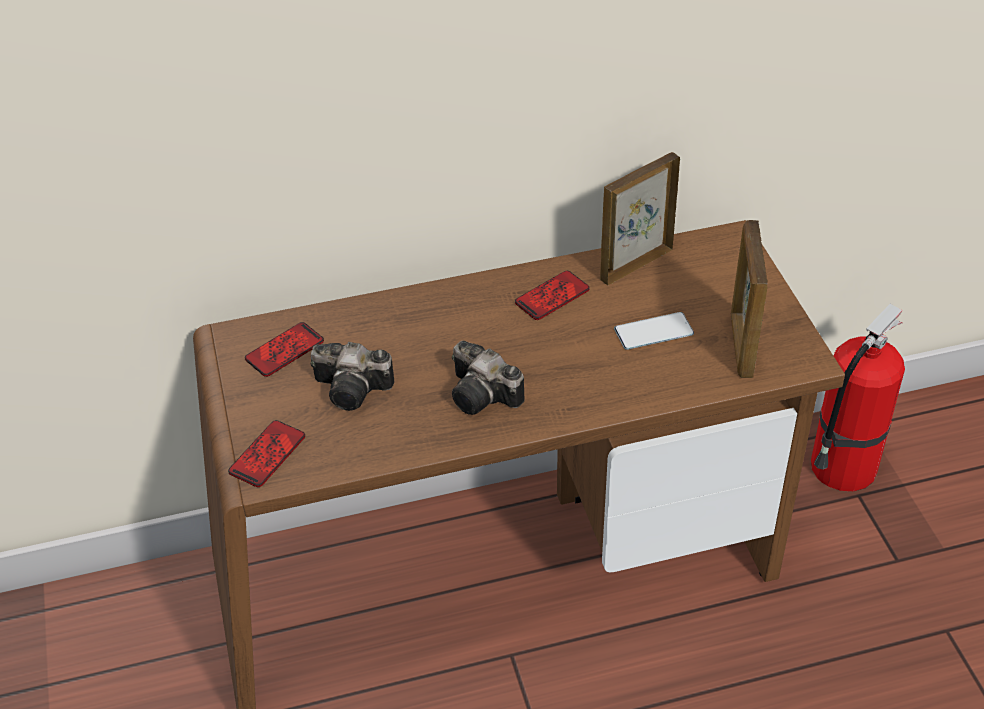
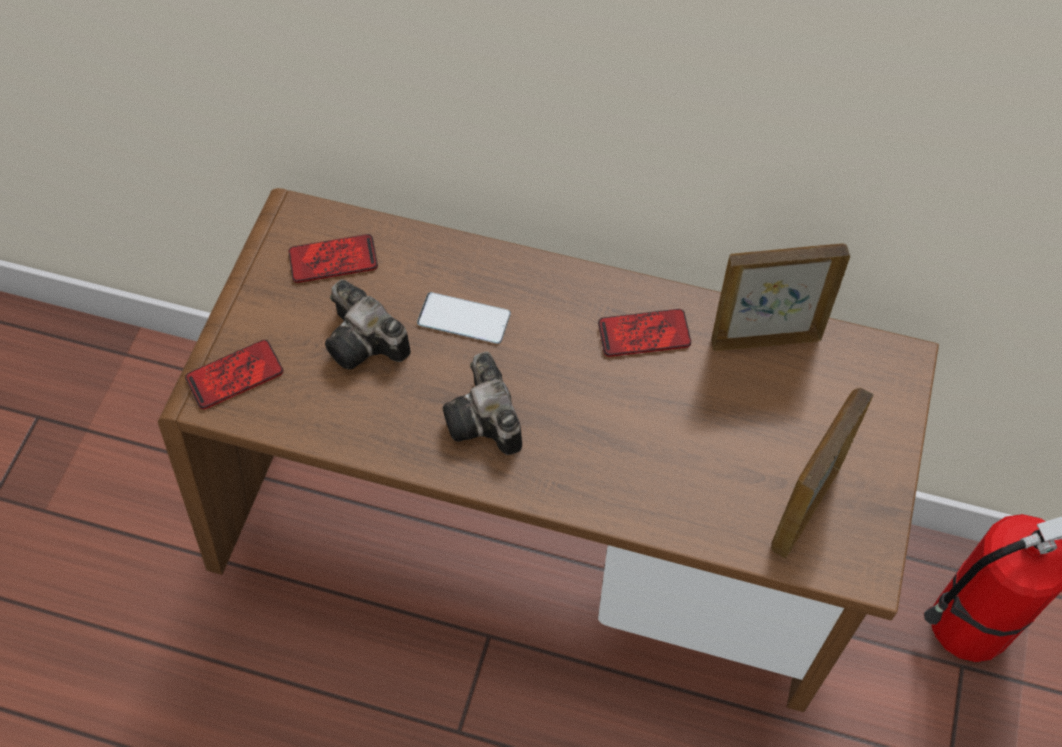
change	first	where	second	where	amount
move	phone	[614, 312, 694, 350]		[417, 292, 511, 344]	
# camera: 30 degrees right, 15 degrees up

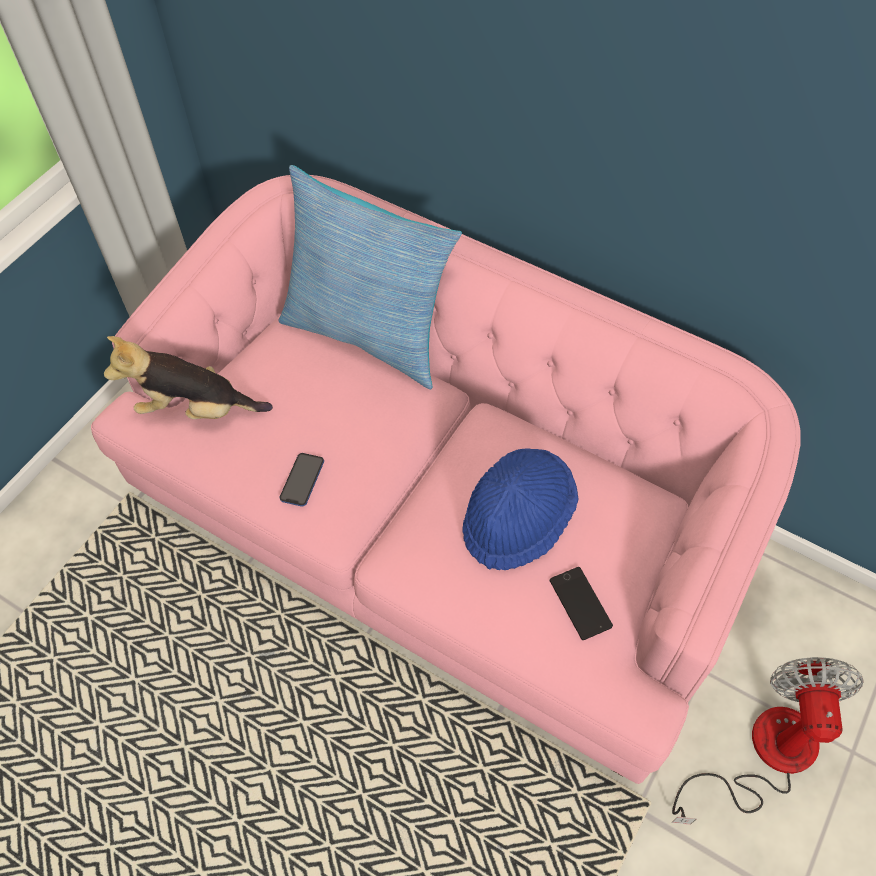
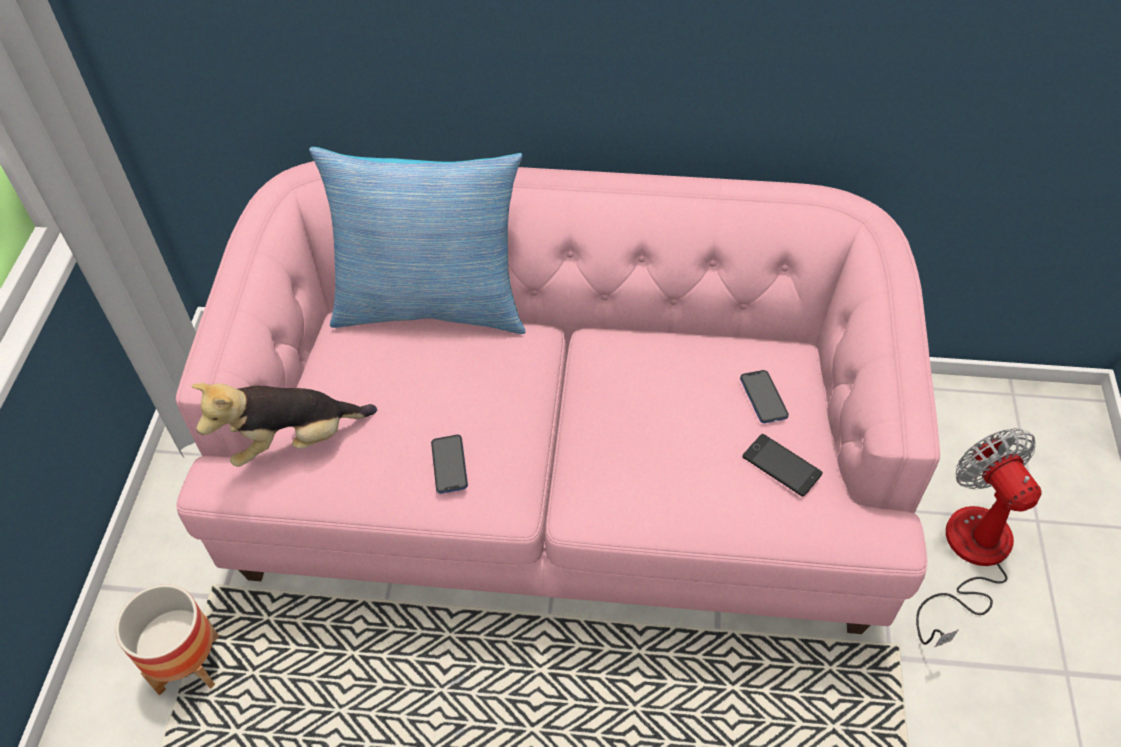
change	first	where	second	where	amount
insert			plant pot	[116, 584, 219, 695]	
insert			phone	[740, 370, 789, 423]	
delete	blue wearable hat	[463, 449, 578, 570]			
# camera: 25 degrees left, 5 degrees down

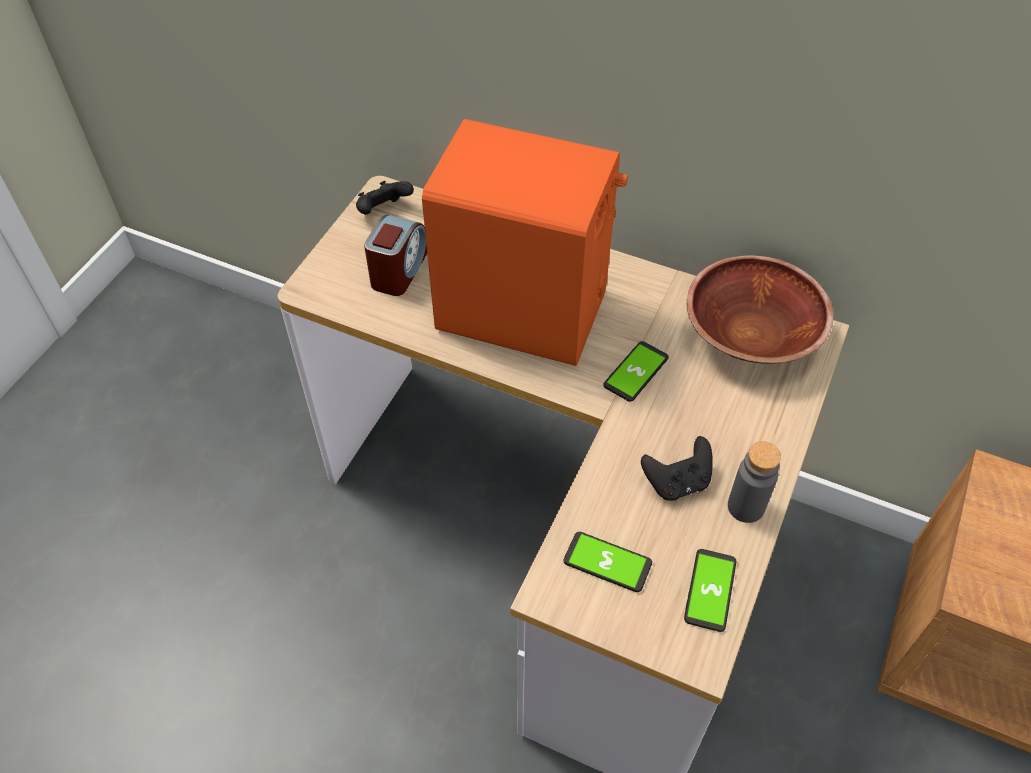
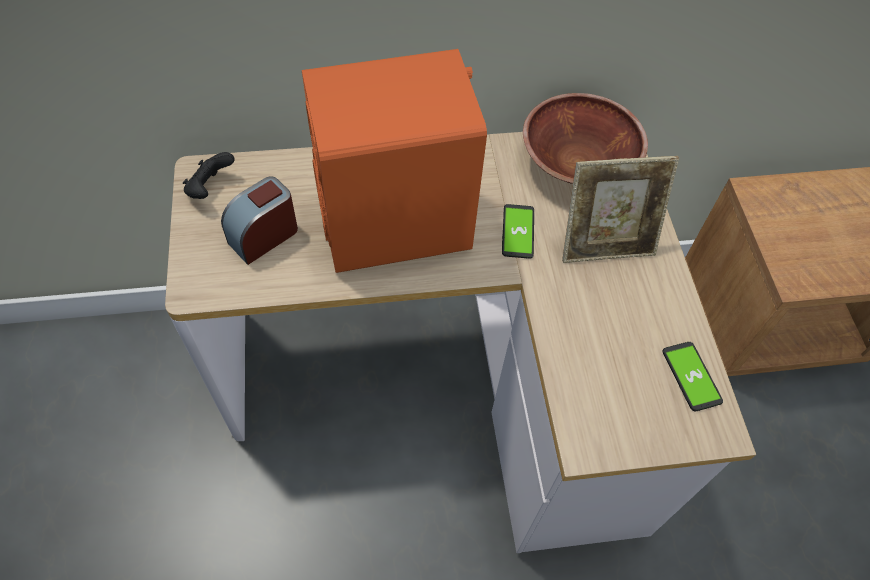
change	first	where	second	where	amount
rotate	table clock	[364, 215, 427, 296]		[221, 177, 298, 265]	120 degrees counterclockwise
insert			standing frame	[562, 156, 679, 263]	
delete	phone	[563, 532, 652, 592]			
delete	black-coloured joypad	[641, 436, 713, 501]			
delete	gray beverage bottle	[728, 441, 781, 523]			
# camera: 35 degrees left, 5 degrees up

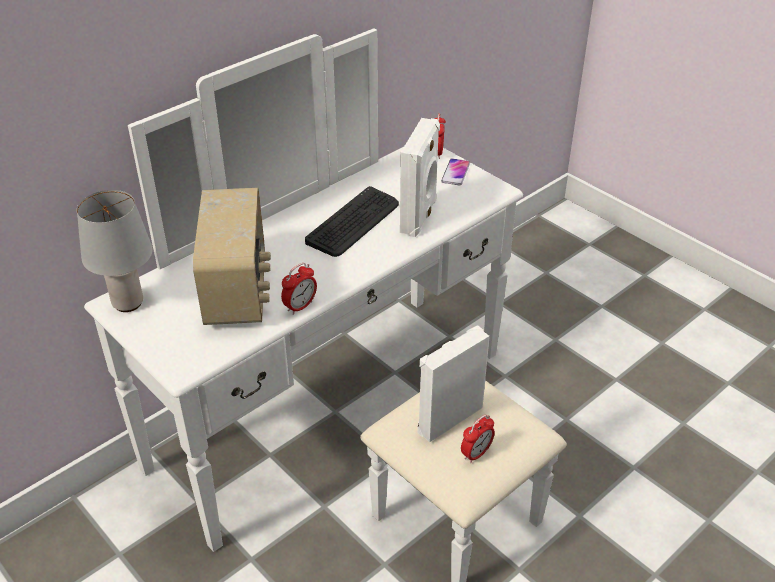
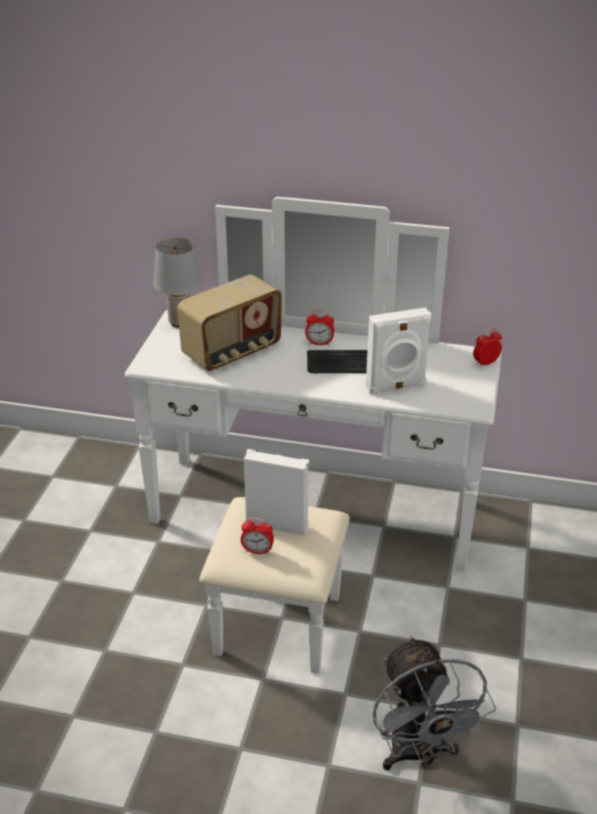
change	first	where	second	where	amount
move	table clock	[281, 263, 317, 315]		[305, 310, 334, 346]	
insert			gray cooling fan	[373, 636, 496, 770]	
delete	phone	[441, 158, 470, 185]			
# camera: 55 degrees right, 5 degrees down

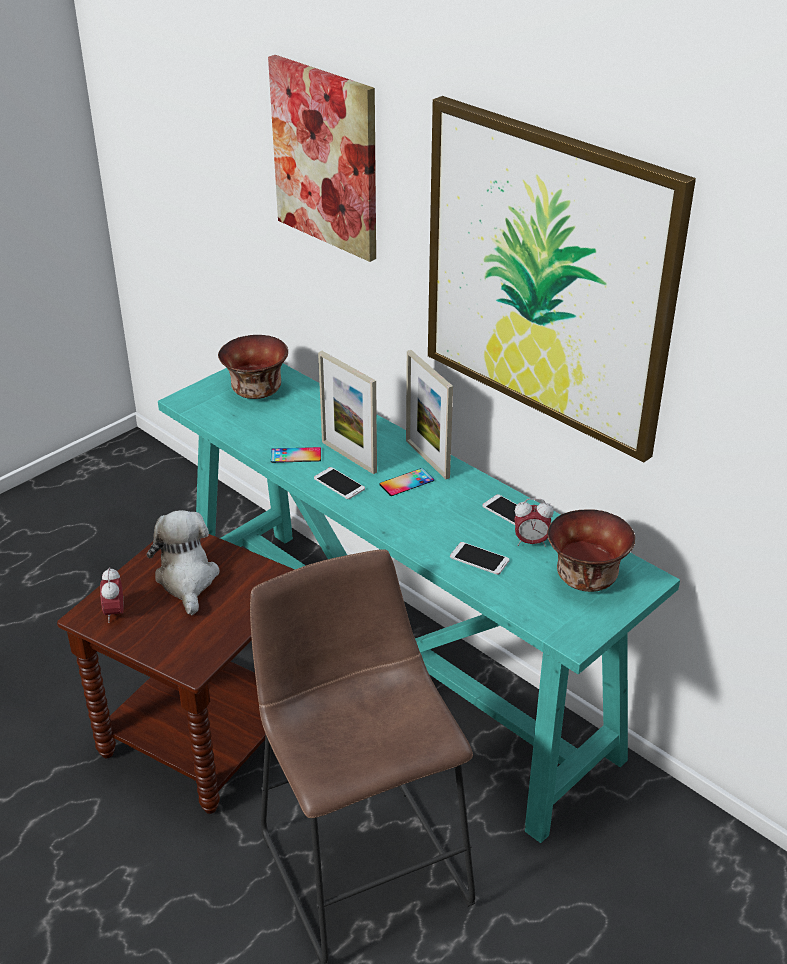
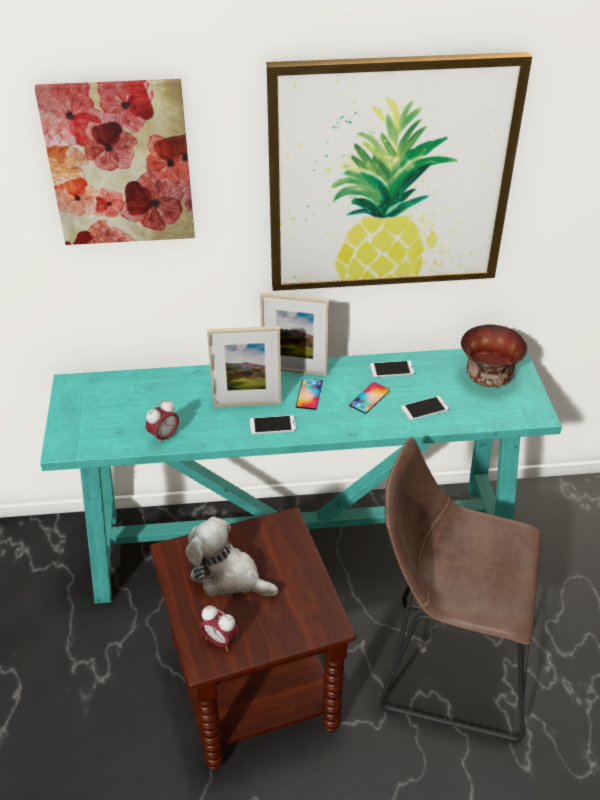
change	first	where	second	where	amount
move	table clock	[514, 498, 554, 547]		[146, 400, 179, 445]	
move	phone	[271, 447, 321, 463]		[349, 382, 390, 414]	
delete	serving bowl	[218, 335, 288, 399]			
# camera: 50 degrees left, 5 degrees up

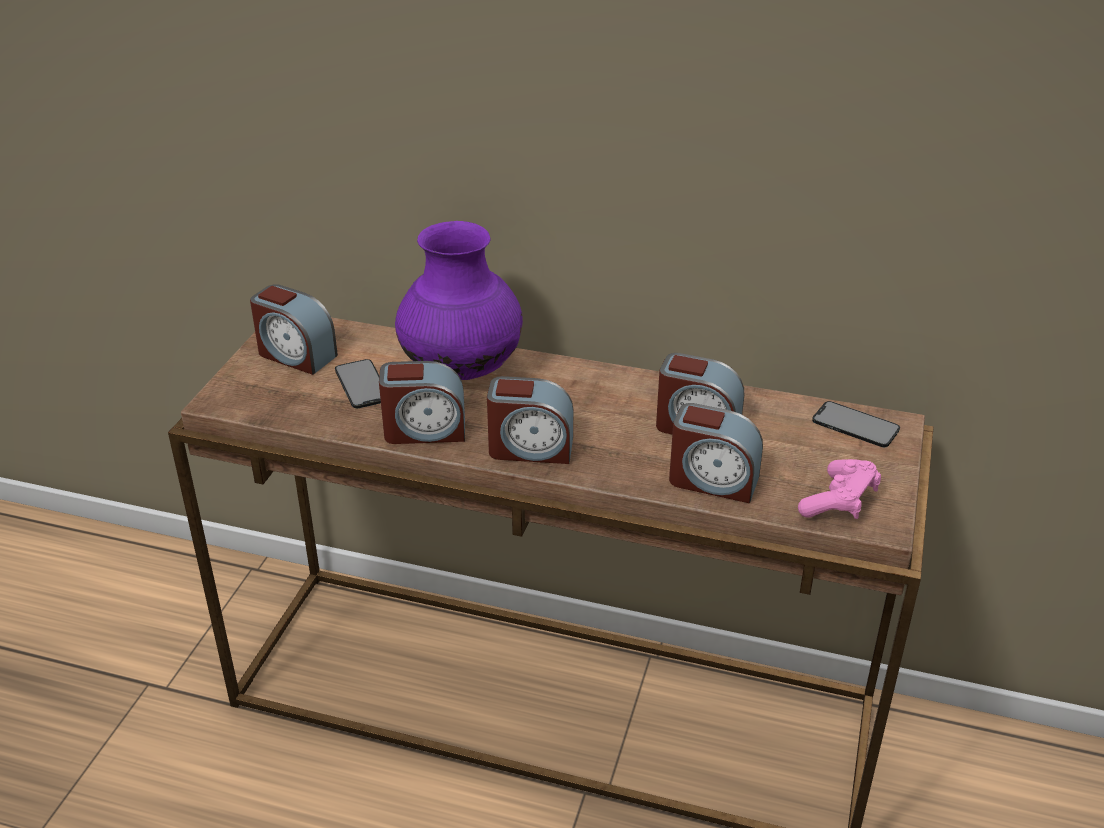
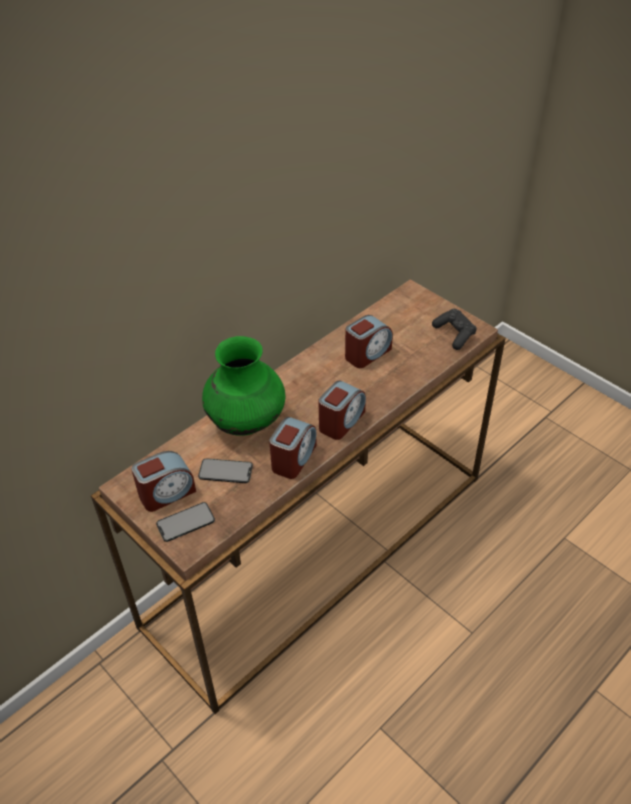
change	first	where	second	where	amount
move	phone	[812, 401, 900, 447]		[156, 502, 215, 542]	
recolor	purple-coloured decorative vase	[395, 221, 523, 380]	green decorative vase	[202, 336, 285, 436]	
recolor	pink joypad	[798, 459, 881, 519]	black-coloured joypad	[432, 309, 477, 350]	
delete	table clock	[669, 403, 763, 503]			
# camera: 60 degrees left, 10 degrees up

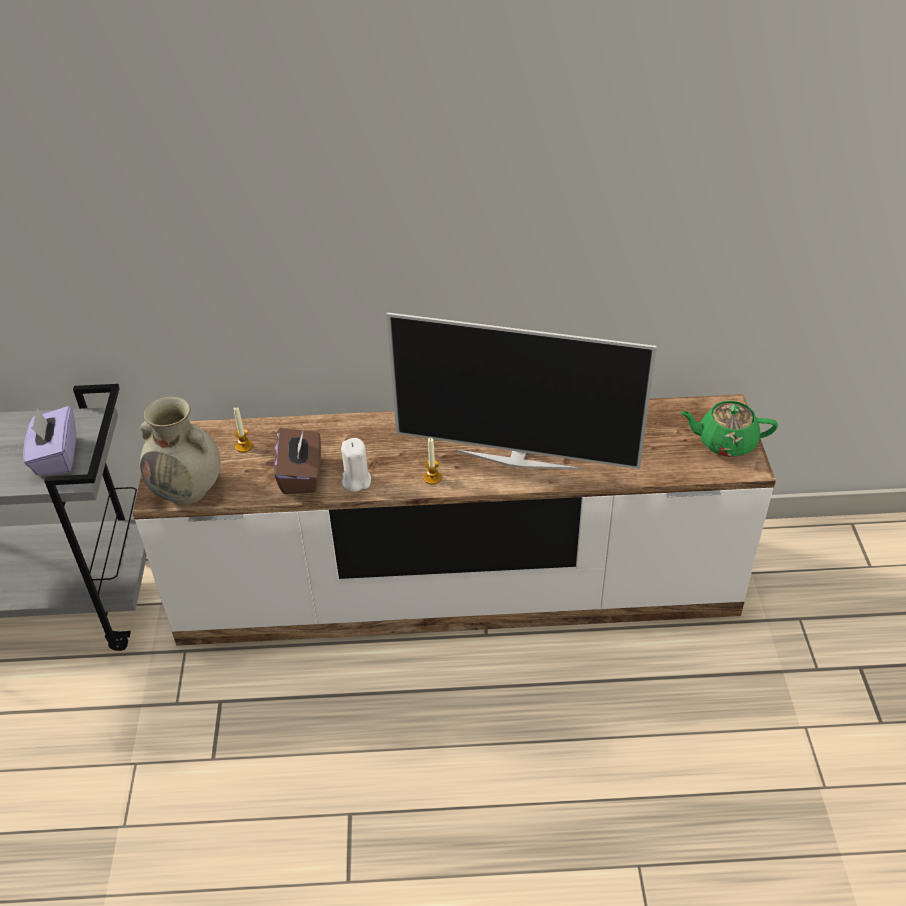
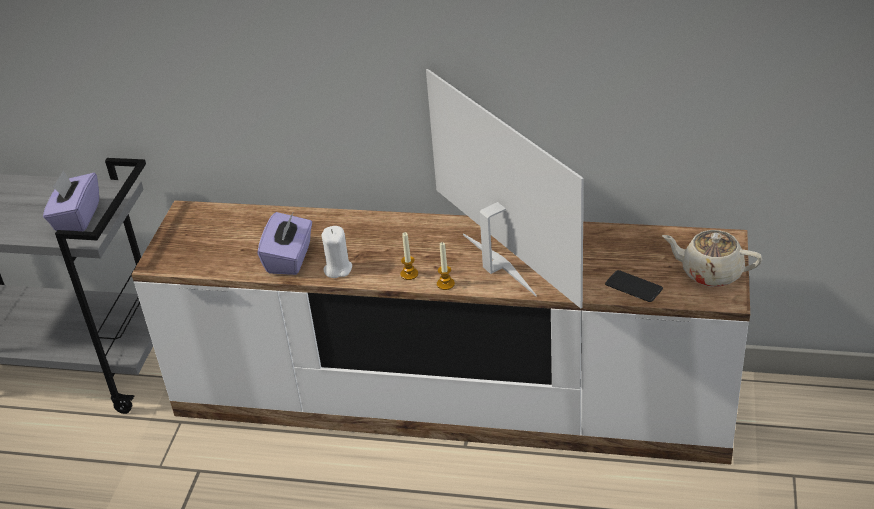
change	first	where	second	where	amount
recolor	brown tissue box	[274, 428, 321, 494]	purple-coloured tissue box	[257, 212, 312, 275]	
rotate	TV set	[387, 312, 657, 469]		[426, 69, 584, 309]	150 degrees counterclockwise
move	candle	[234, 407, 253, 452]		[437, 242, 455, 290]	
insert			phone	[605, 270, 663, 302]	
recolor	green pot for tea	[680, 401, 778, 457]	beige pot for tea	[662, 230, 762, 287]	
delete	beige decorative vase	[140, 397, 221, 505]			
# camera: 15 degrees right, 5 degrees down

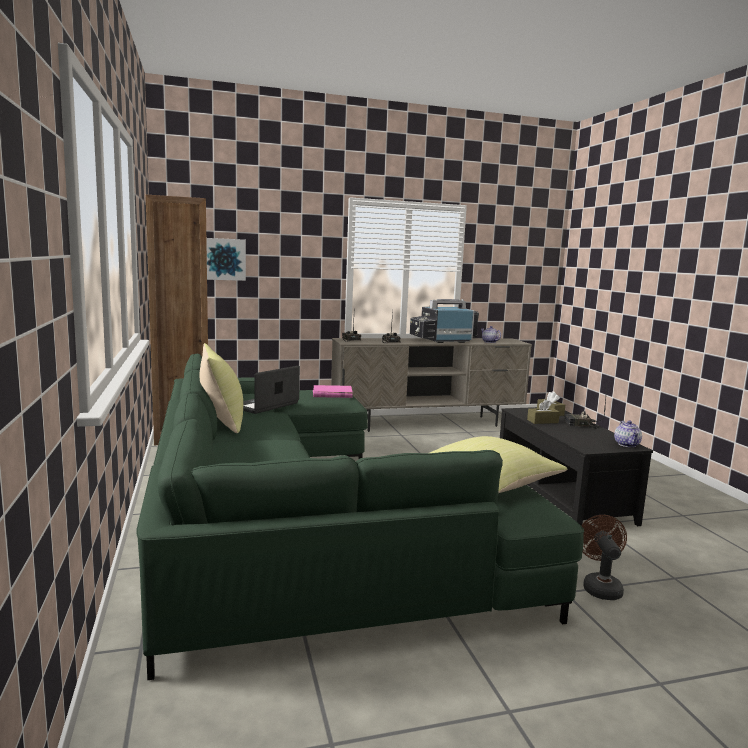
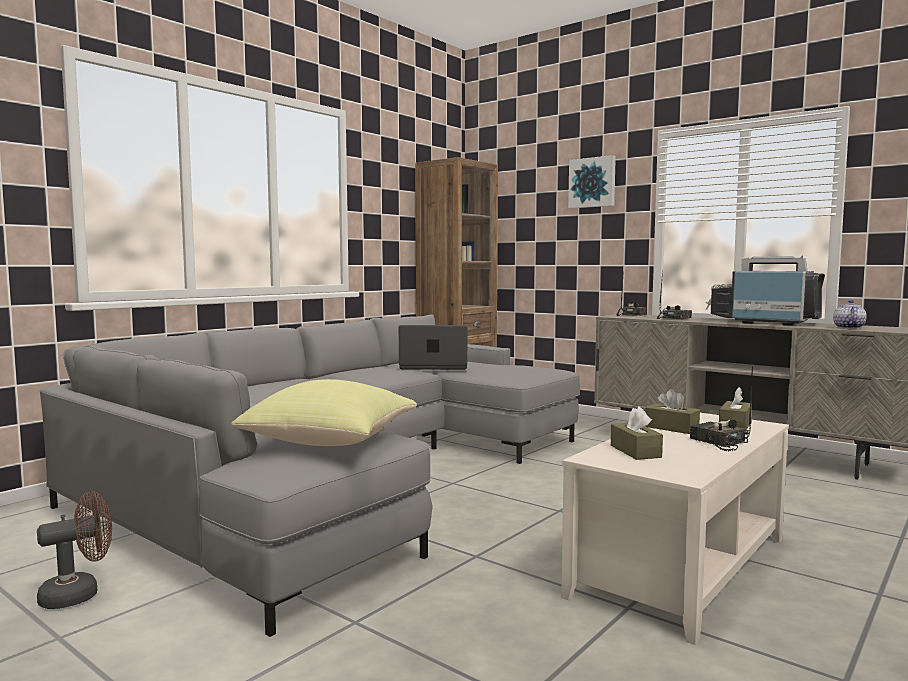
change	first	where	second	where	amount
move	brown cooling fan	[581, 515, 627, 600]		[37, 492, 112, 609]	
recolor	green couch	[137, 354, 584, 680]	gray couch	[39, 314, 580, 637]	
recolor	black-coloured low table	[500, 407, 653, 526]	beige low table	[561, 413, 789, 645]	
move	wall art	[206, 238, 246, 281]		[568, 155, 616, 208]	
insert			brown tissue box	[611, 406, 663, 460]	
delete	yellowish throw pillow	[200, 343, 243, 433]			
delete	pink book	[313, 385, 353, 398]			
delete	pot for tea	[614, 421, 642, 447]			
# camera: 55 degrees right, 5 degrees down

